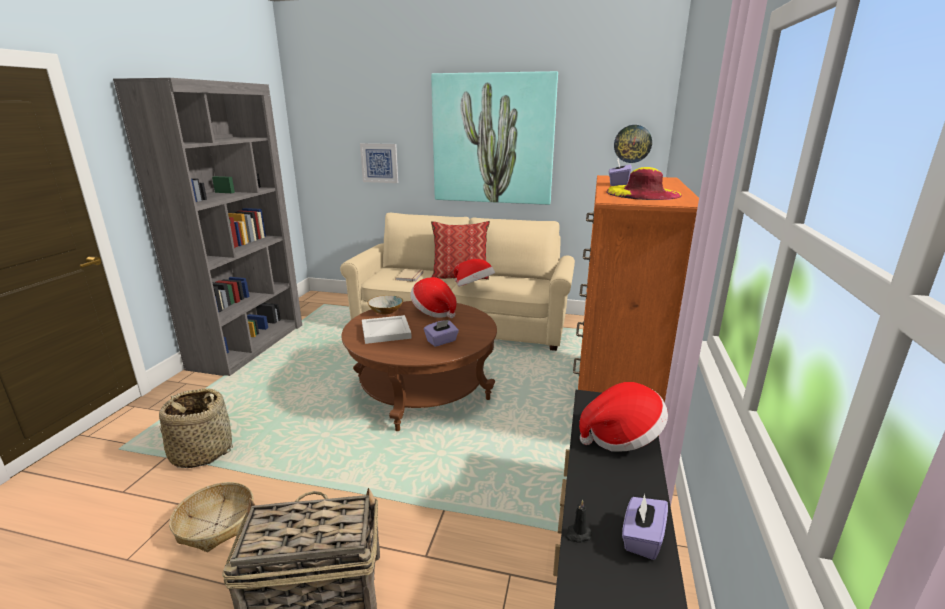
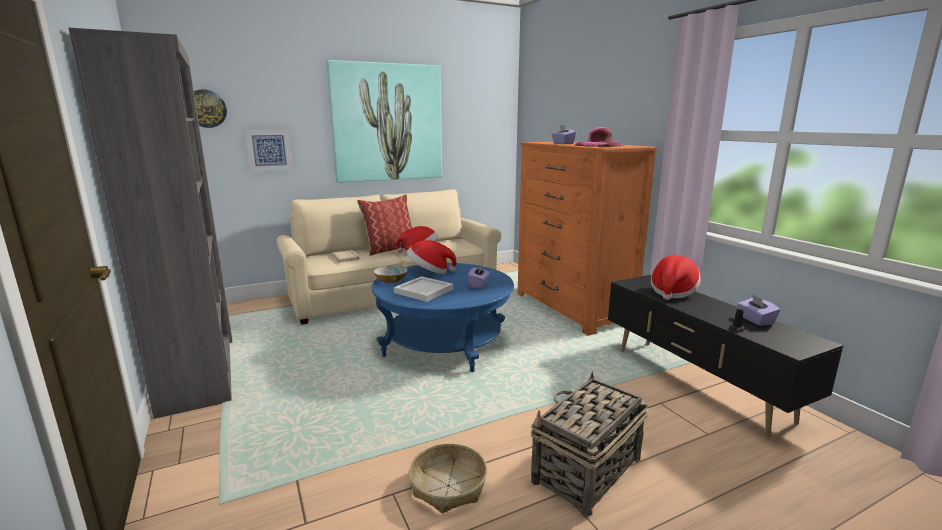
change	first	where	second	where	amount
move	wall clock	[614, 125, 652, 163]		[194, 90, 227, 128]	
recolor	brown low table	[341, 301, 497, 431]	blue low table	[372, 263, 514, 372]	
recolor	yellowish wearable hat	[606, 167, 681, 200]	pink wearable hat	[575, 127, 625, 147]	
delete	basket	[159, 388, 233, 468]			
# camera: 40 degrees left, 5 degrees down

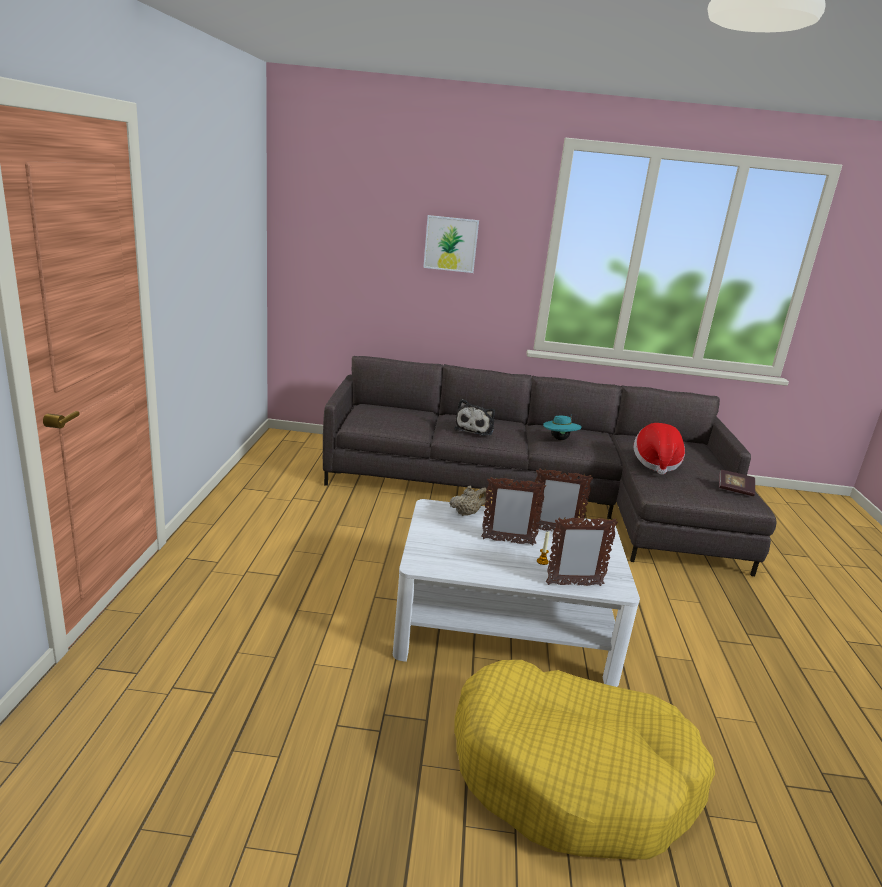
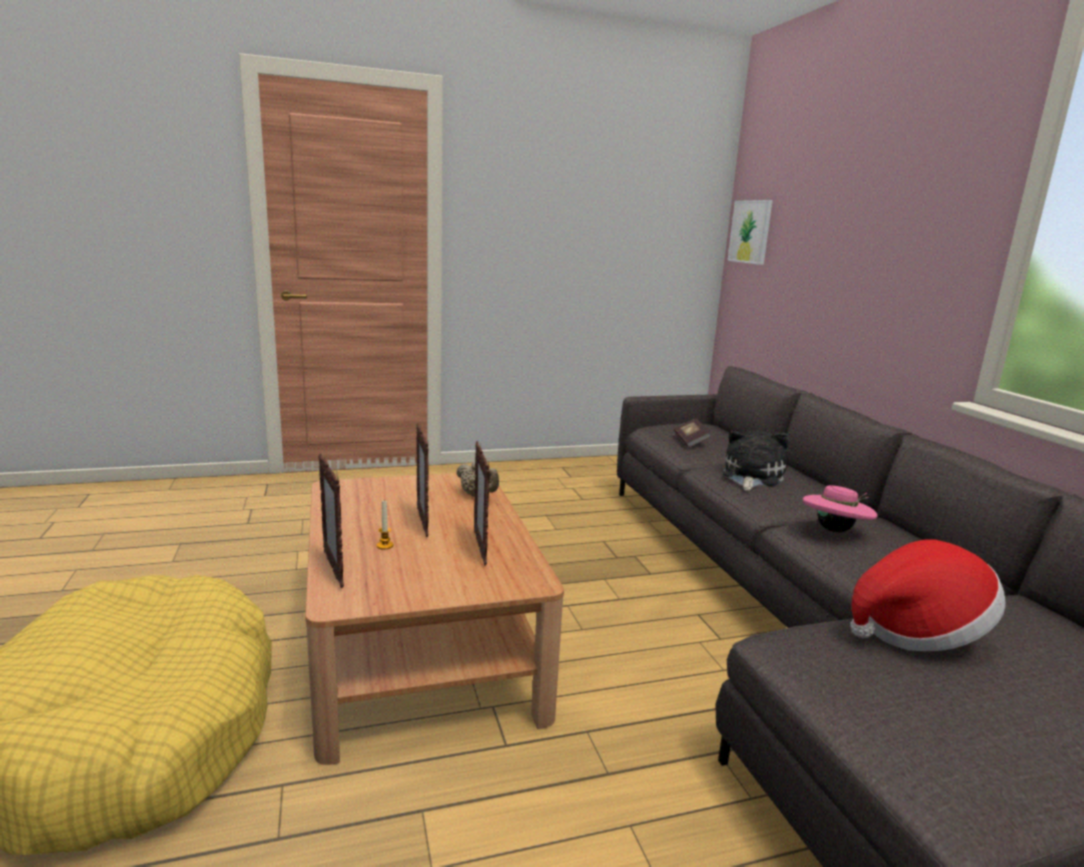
change	first	where	second	where	amount
recolor	white-coloured low table	[393, 499, 640, 687]	brown low table	[305, 473, 564, 765]	
move	book	[719, 470, 755, 496]		[674, 418, 711, 447]	
rotate	soft toy	[454, 399, 495, 436]		[723, 430, 789, 491]	120 degrees clockwise
move	wall art	[423, 215, 479, 273]		[727, 200, 773, 265]	
recolor	turquoise wearable hat	[543, 415, 582, 440]	pink wearable hat	[803, 485, 878, 532]	
# camera: 70 degrees right, 5 degrees down

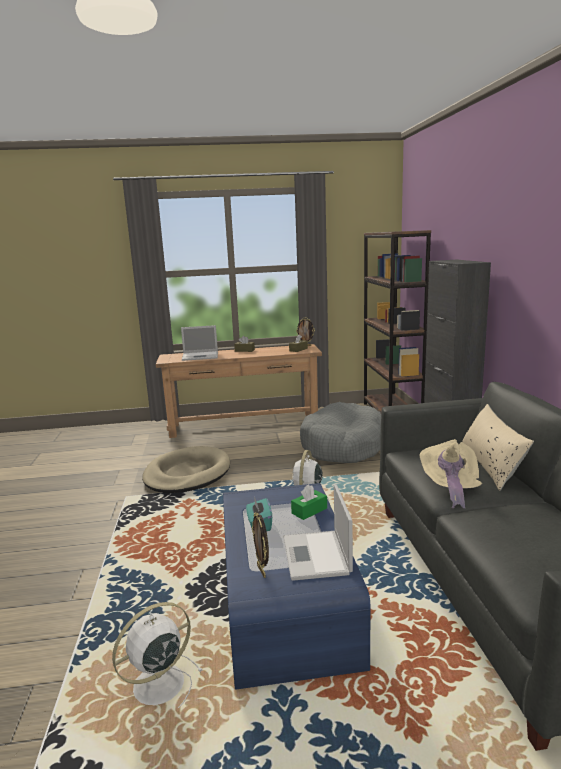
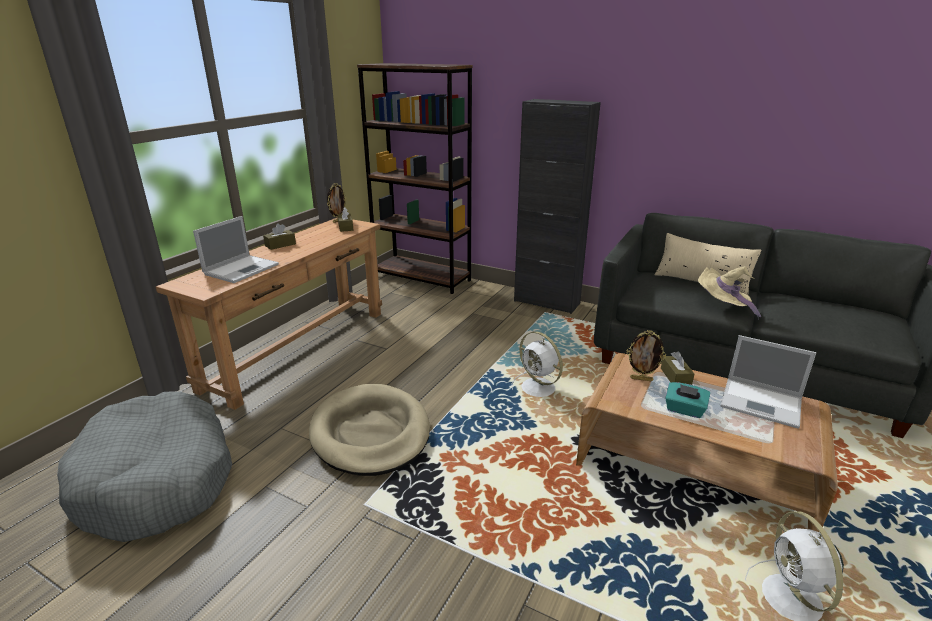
change	first	where	second	where	amount
move	gray dog cushion	[300, 402, 381, 463]		[57, 391, 232, 542]	
recolor	blue low table	[223, 483, 371, 690]	brown low table	[576, 353, 838, 532]	
move	standing frame	[252, 512, 269, 578]		[626, 330, 666, 382]	
recolor	green tissue box	[291, 484, 327, 520]	brown tissue box	[661, 351, 694, 385]	
# camera: 55 degrees left, 10 degrees up

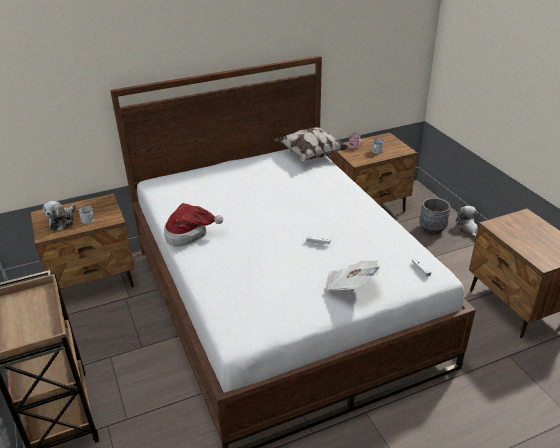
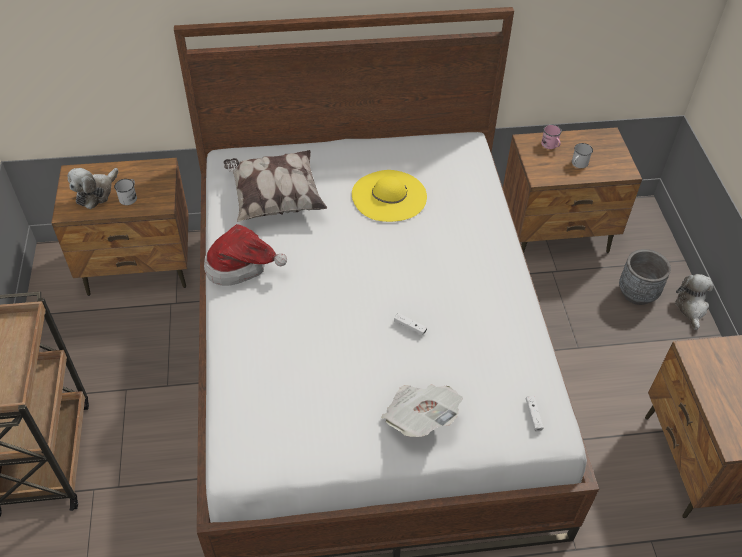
change	first	where	second	where	amount
move	throw pillow	[273, 127, 349, 161]		[223, 150, 327, 222]	
insert			yellowish wearable hat	[352, 170, 427, 222]	
# camera: 15 degrees right, 15 degrees up

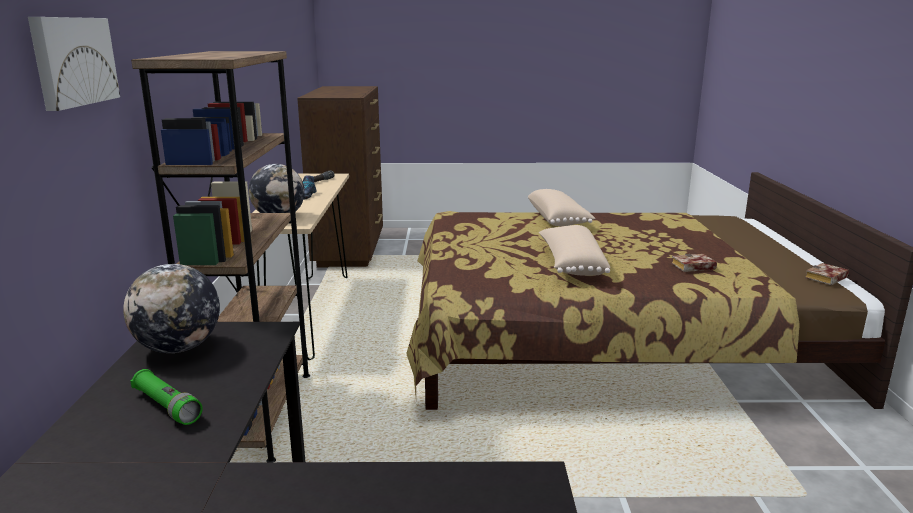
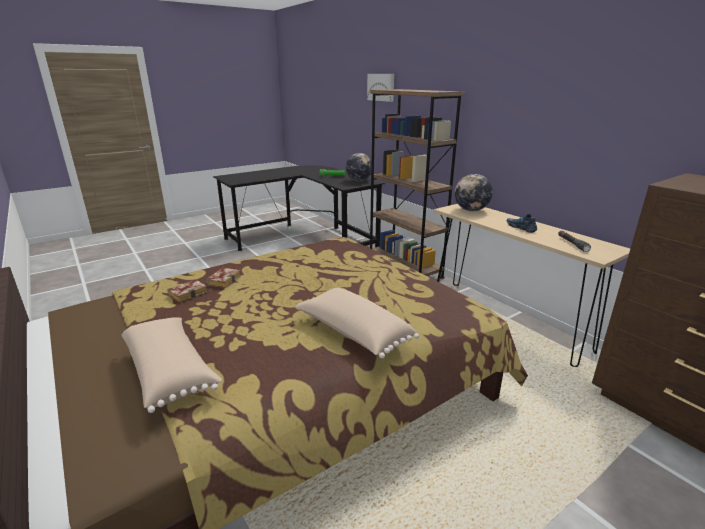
change	first	where	second	where	amount
move	beige throw pillow	[539, 225, 610, 276]		[122, 317, 222, 413]	
move	book	[805, 263, 849, 285]		[206, 268, 241, 288]	
# camera: 145 degrees right, 5 degrees up

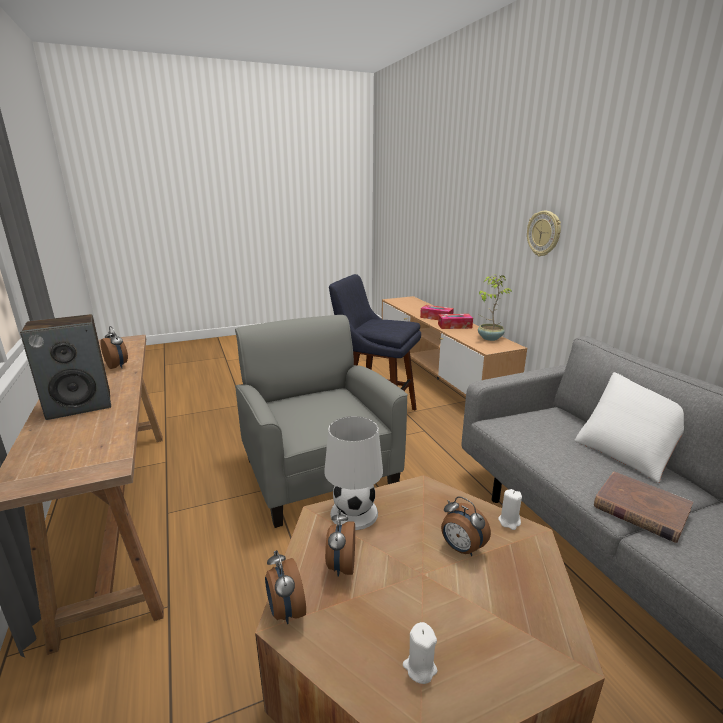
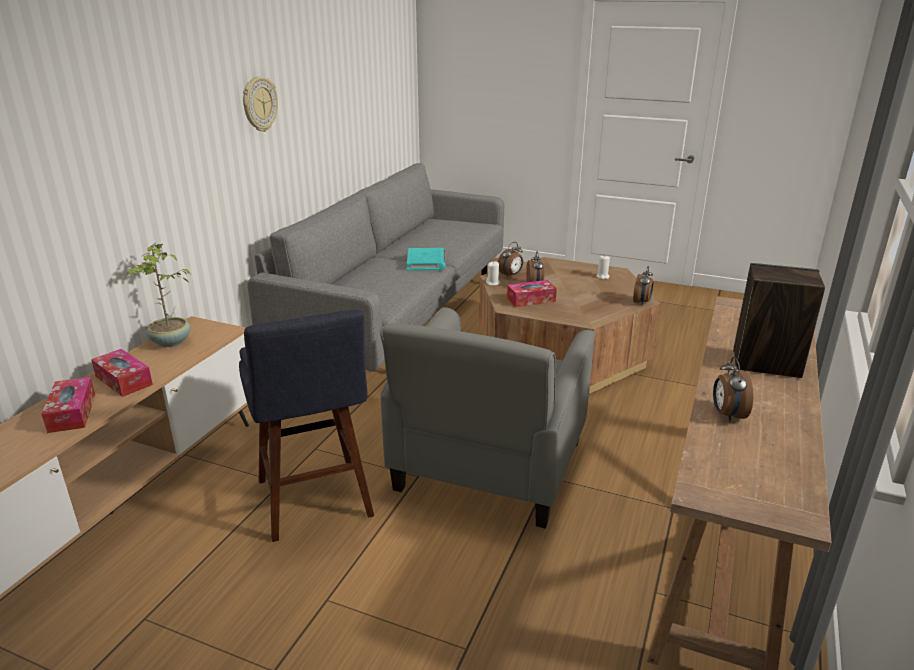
change	first	where	second	where	amount
move	wall clock	[527, 211, 561, 256]		[243, 76, 278, 132]	
recolor	brown book	[594, 472, 693, 543]	turquoise book	[407, 248, 445, 271]	
move	table clock	[325, 509, 355, 577]		[498, 242, 523, 277]	
insert			tissue box	[507, 280, 557, 307]	
delete	white-coloured table lamp	[324, 416, 383, 530]			
delete	white-coloured throw pillow	[574, 372, 684, 483]			
# camera: 135 degrees left, 5 degrees up

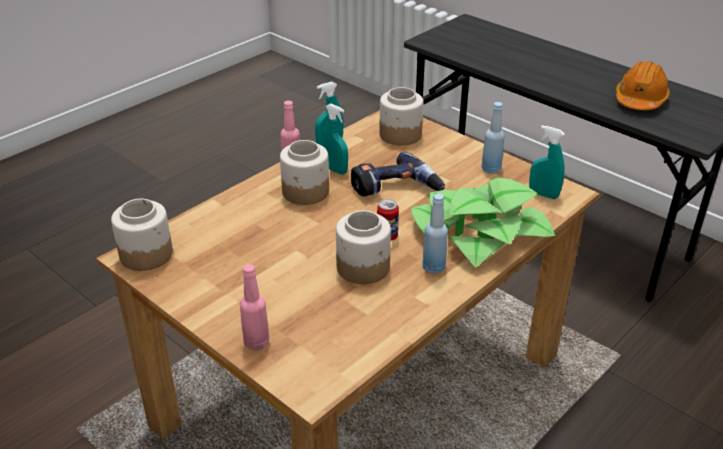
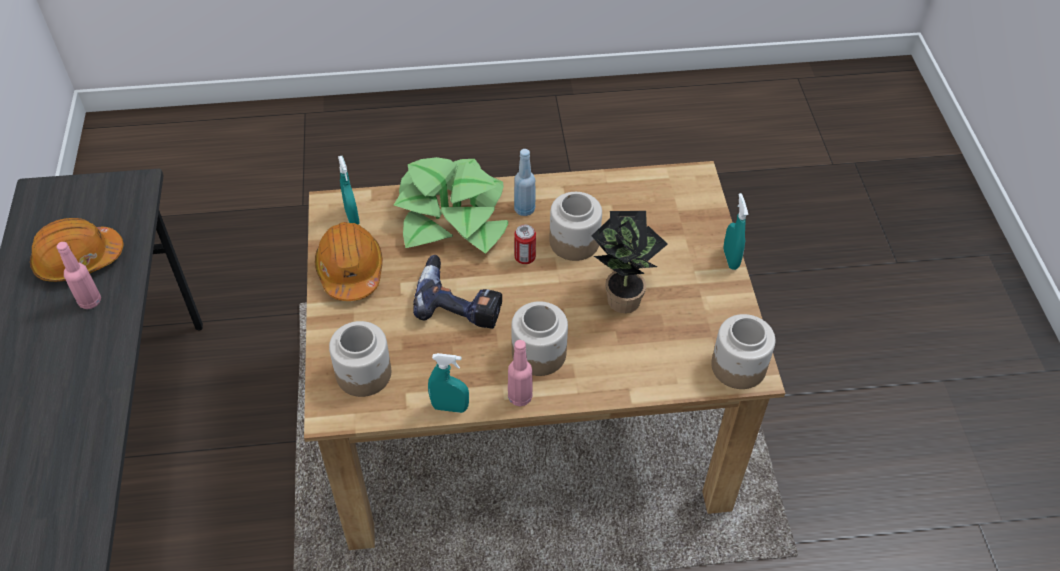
change	first	where	second	where	amount
move	pink beverage bottle	[240, 264, 269, 350]		[57, 242, 101, 309]	
replace	blue beverage bottle	[481, 102, 505, 174]	orange-coloured work helmet	[315, 222, 383, 301]	
insert			plant in a pot	[592, 211, 668, 313]	
move	turquoise hand sprayer	[322, 104, 348, 174]		[723, 193, 748, 270]	
# camera: 140 degrees left, 15 degrees up

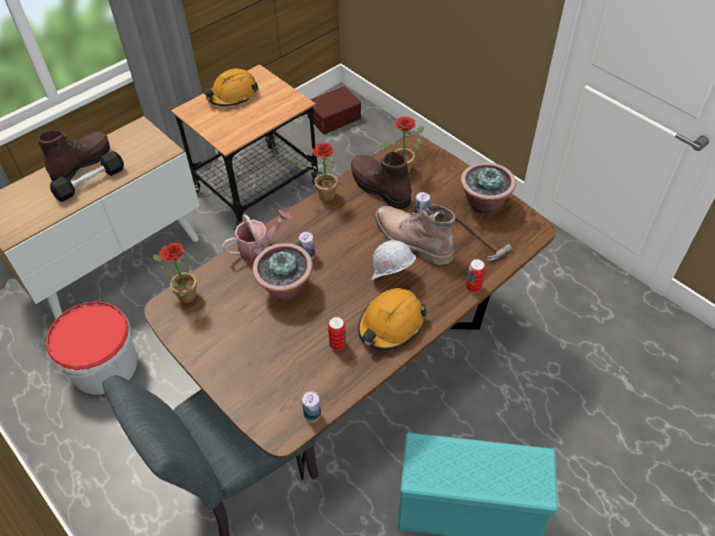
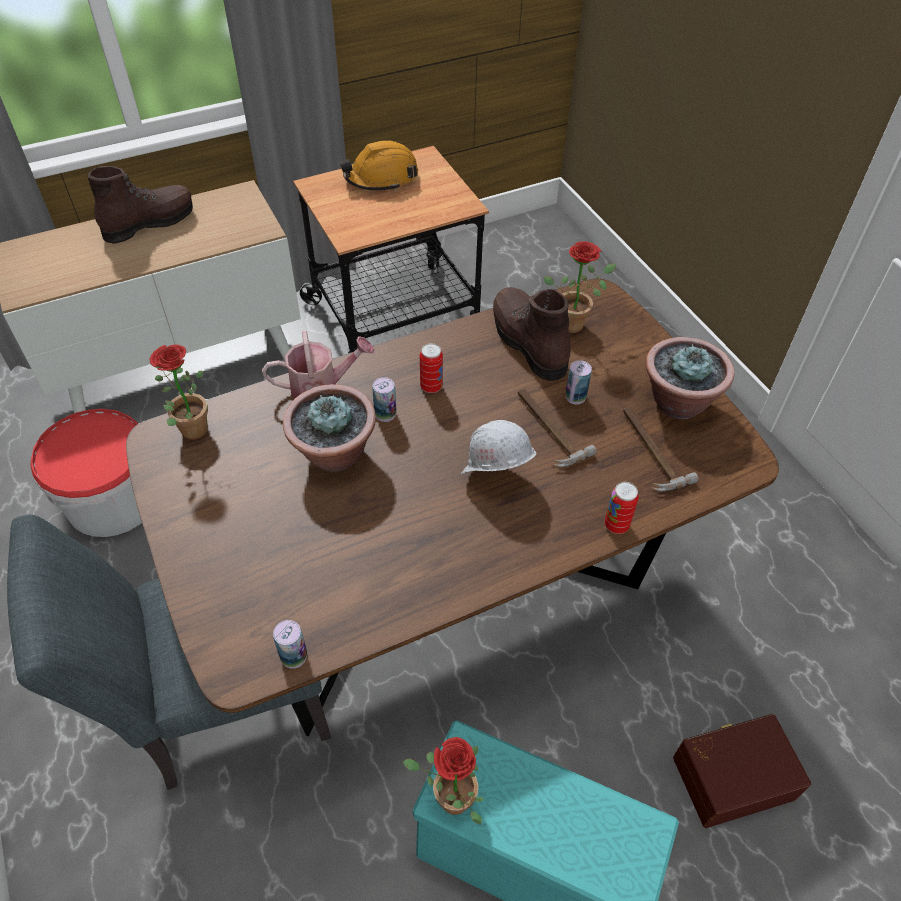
change	first	where	second	where	amount
move	plant in a pot	[297, 142, 343, 202]		[403, 737, 484, 825]	
move	sealed can	[328, 317, 346, 350]		[420, 343, 443, 393]	
replace	brown high-top boot	[375, 204, 455, 265]	hand hammer	[518, 389, 597, 467]	
move	brown storage bin	[307, 86, 361, 134]		[673, 714, 811, 828]	
delete	black-coloured free weight	[50, 151, 124, 202]			
delete	orange-coloured work helmet	[358, 288, 427, 350]			
# camera: 15 degrees right, 0 degrees up

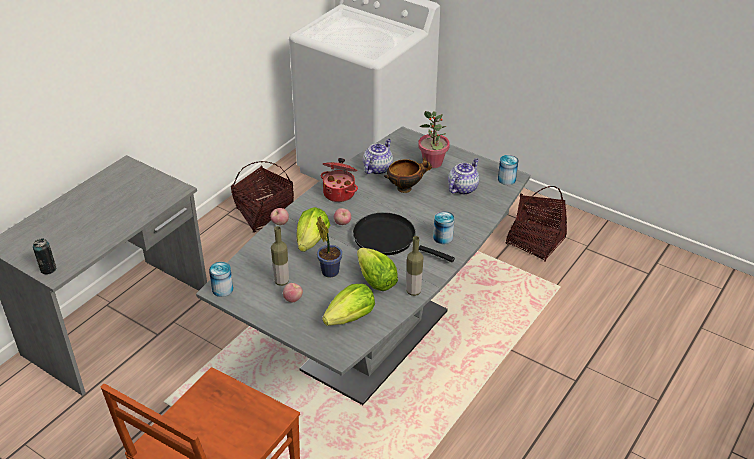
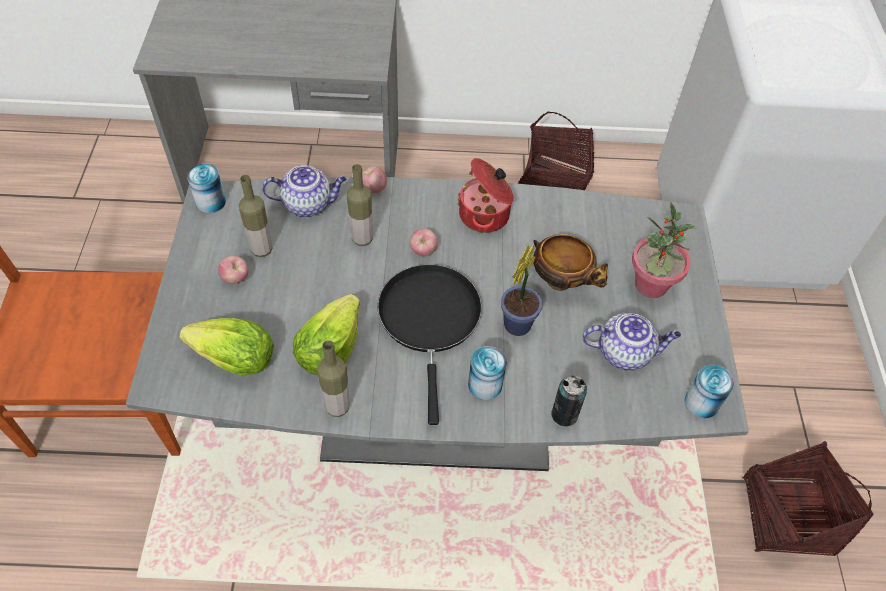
change	first	where	second	where	amount
move	pot for tea	[363, 139, 393, 175]		[262, 165, 347, 217]	
replace	lettuce	[296, 207, 330, 252]	beverage bottle	[347, 164, 373, 246]	
move	plant in a pot	[317, 216, 343, 277]		[501, 245, 542, 336]	
move	sealed can	[33, 238, 57, 274]		[551, 375, 587, 427]	
# camera: 55 degrees right, 15 degrees up

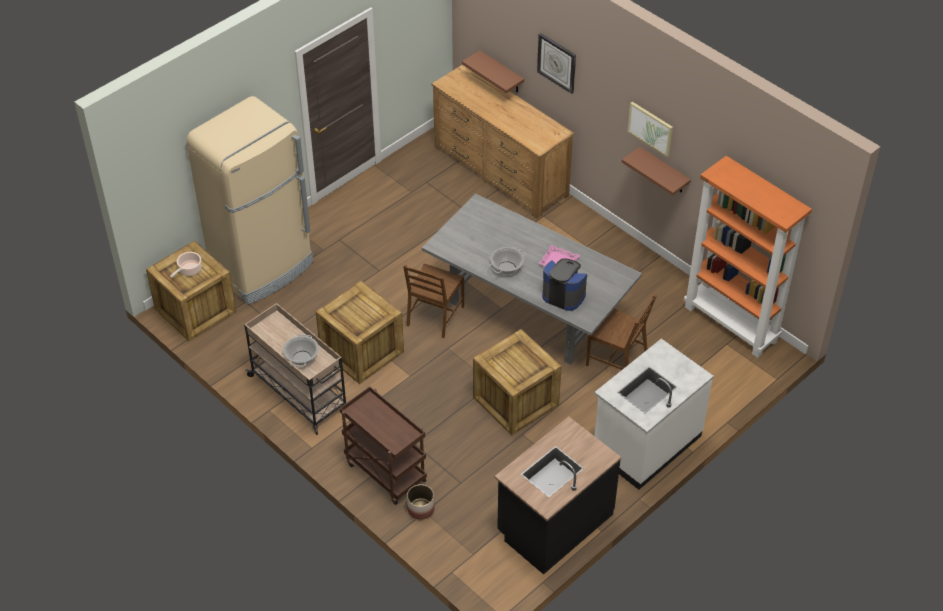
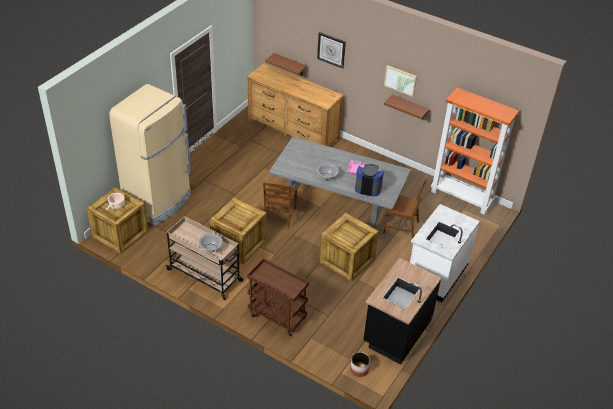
change	first	where	second	where	amount
move	plant pot	[407, 484, 435, 520]		[350, 352, 370, 377]	
# camera: 15 degrees left, 5 degrees down

